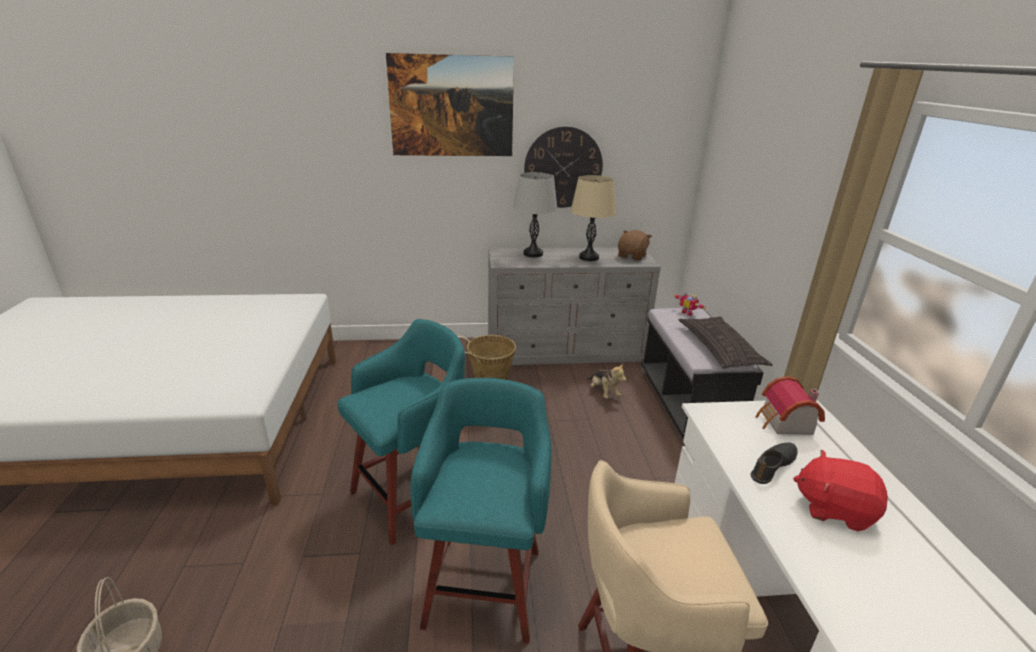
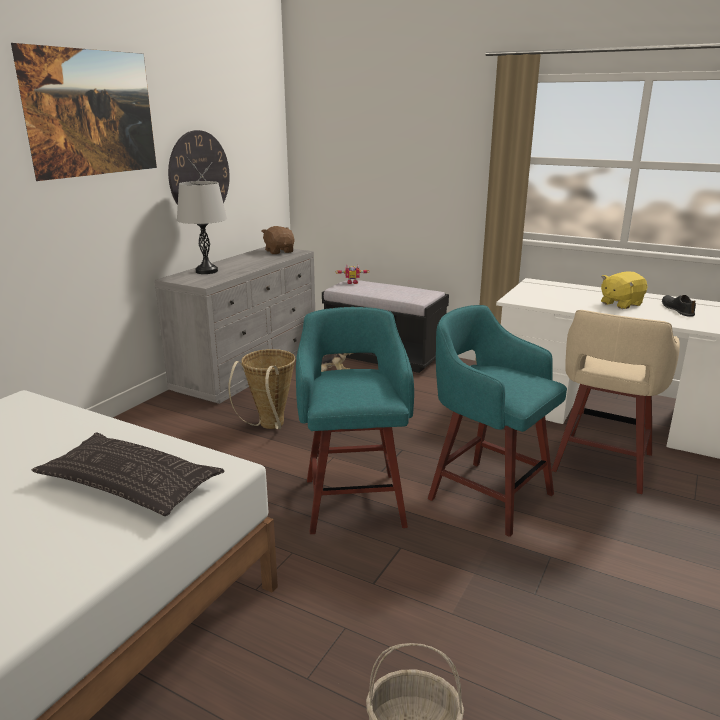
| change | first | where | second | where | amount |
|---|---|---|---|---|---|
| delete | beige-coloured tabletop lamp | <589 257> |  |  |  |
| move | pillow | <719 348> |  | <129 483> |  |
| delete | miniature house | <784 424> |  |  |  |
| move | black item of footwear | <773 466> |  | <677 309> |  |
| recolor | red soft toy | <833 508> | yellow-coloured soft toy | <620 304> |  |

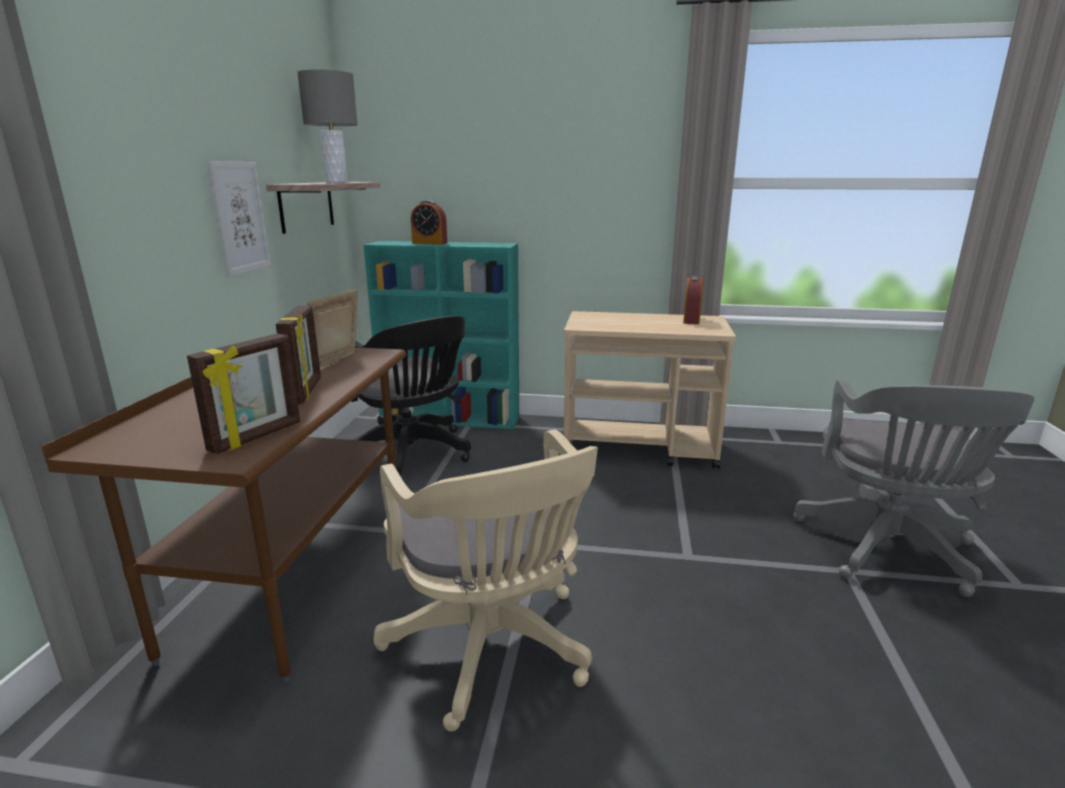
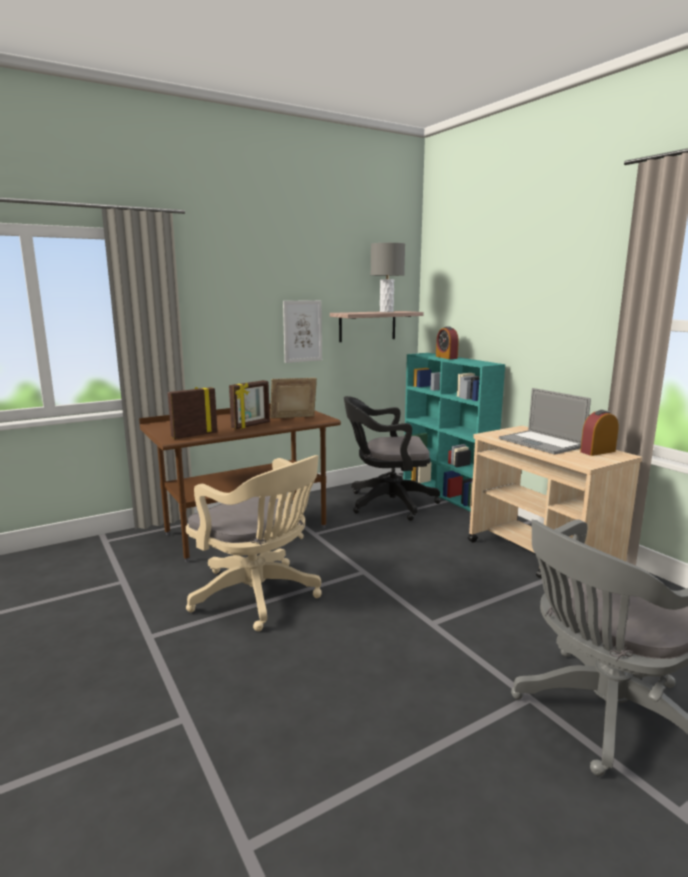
| change | first | where | second | where | amount |
|---|---|---|---|---|---|
| rotate | black computer chair | <413 454> |  | <387 503> | 75 degrees clockwise |
| rotate | picture frame | <257 437> |  | <194 435> | 150 degrees clockwise |
| rotate | beige-coloured computer chair | <492 650> |  | <259 596> | 75 degrees counterclockwise |
| insert |  |  | laptop | <540 443> |  |

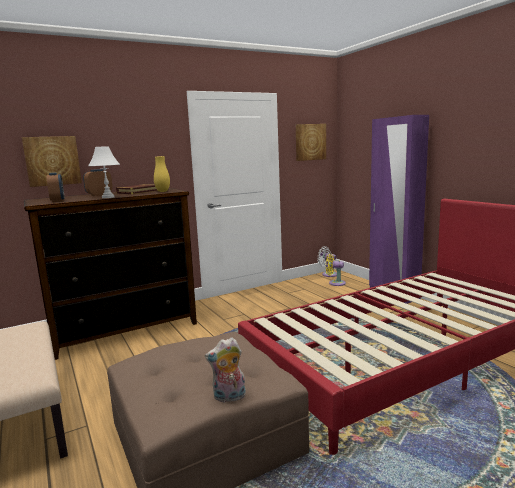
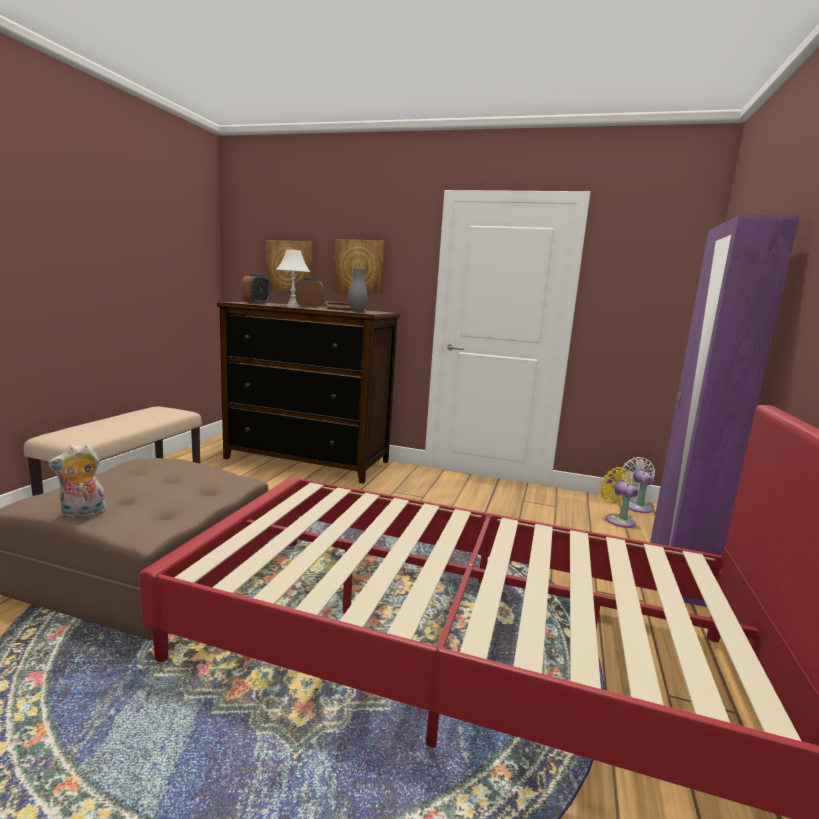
| change | first | where | second | where | amount |
|---|---|---|---|---|---|
| move | picture | <310 142> |  | <359 266> |  |
| recolor | yellow-coloured flower vase | <163 191> | greyish flower vase | <357 311> |  |
| rotate | soft toy | <229 398> |  | <82 514> | 60 degrees counterclockwise |

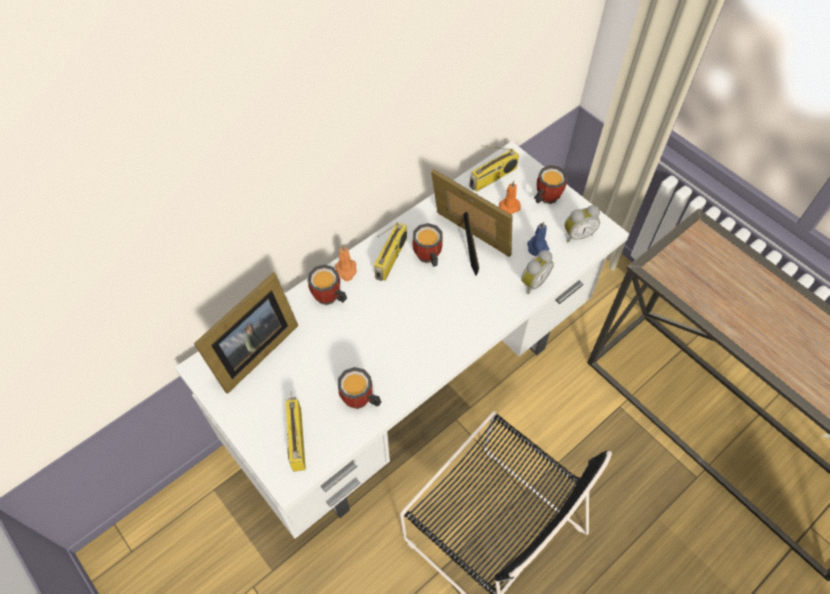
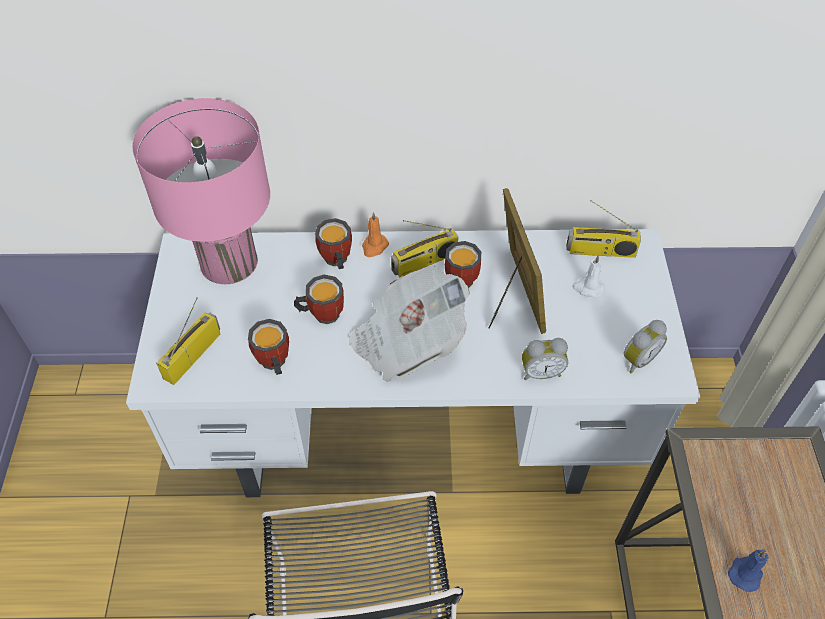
| change | first | where | second | where | amount |
|---|---|---|---|---|---|
| move | coffee mug | <544 198> |  | <322 313> |  |
| recolor | orange candle | <508 207> | white-coloured candle | <588 288> |  |
| rotate | table clock | <577 234> |  | <637 359> | 60 degrees counterclockwise |
| move | blue-coloured candle | <537 246> |  | <745 573> |  |
| replace | picture frame | <251 353> | pink tabletop lamp | <229 262> |  |
| insert |  |  | printed paper | <408 341> |  |

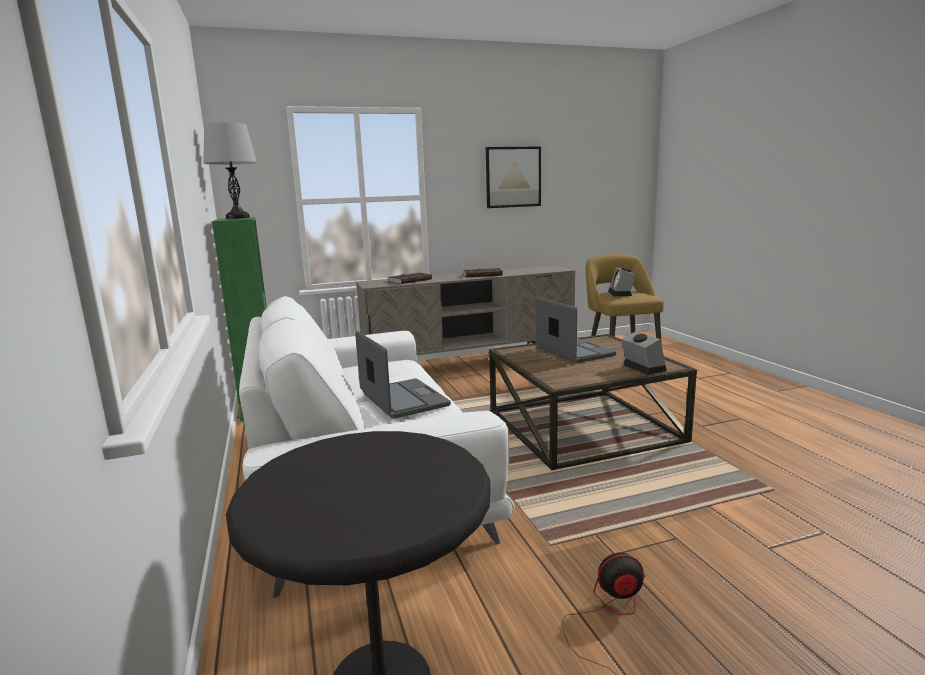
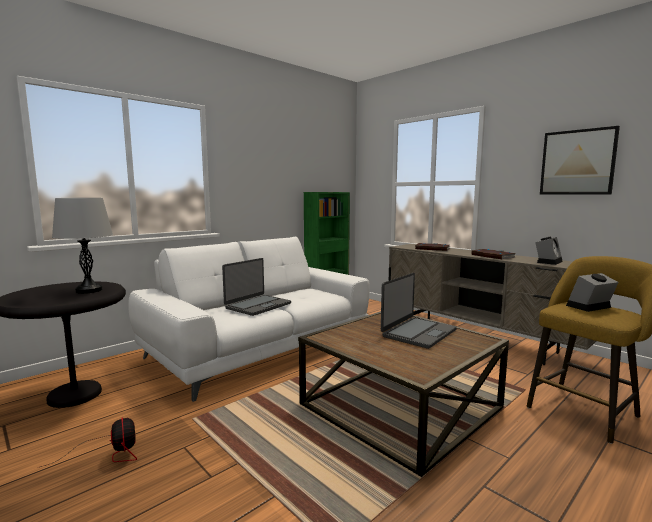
| change | first | where | second | where | amount |
|---|---|---|---|---|---|
| move | greyish tabletop lamp | <238 218> |  | <89 290> |  |
| move | table clock | <641 368> |  | <548 261> |  |

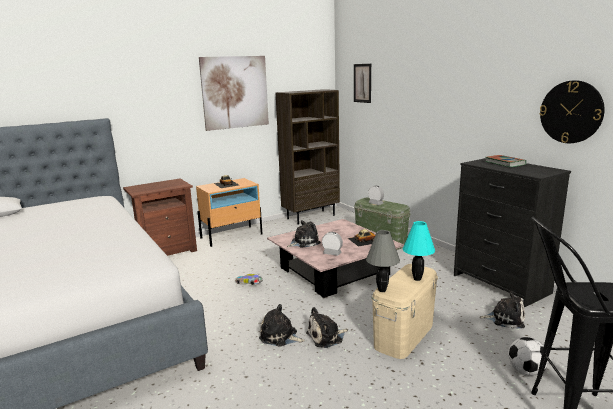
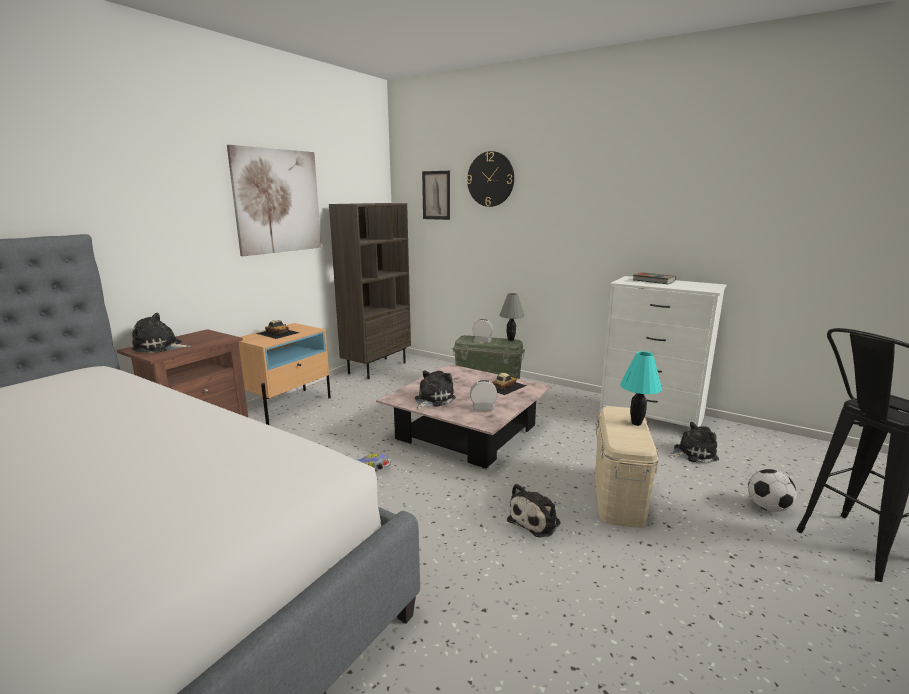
| change | first | where | second | where | amount |
|---|---|---|---|---|---|
| move | wall clock | <571 112> |  | <490 179> |  |
| recolor | black dresser | <500 284> | white-coloured dresser | <650 416> |  |
| move | greyish tabletop lamp | <382 290> |  | <511 340> |  |
| move | soft toy | <280 336> |  | <160 347> |  |

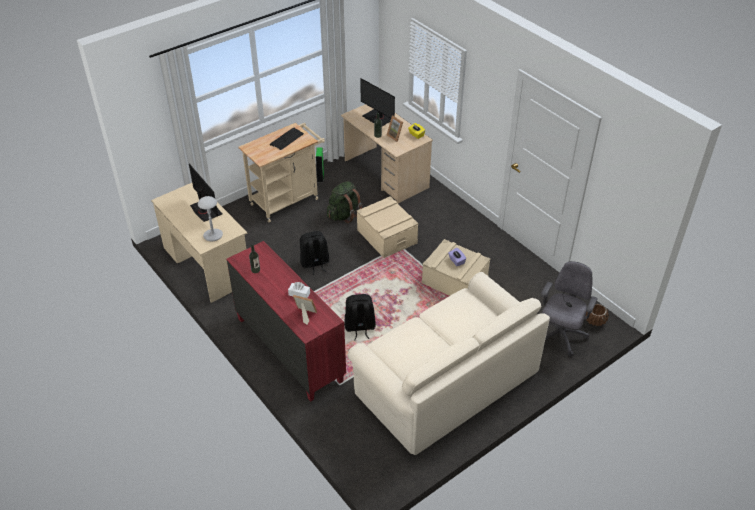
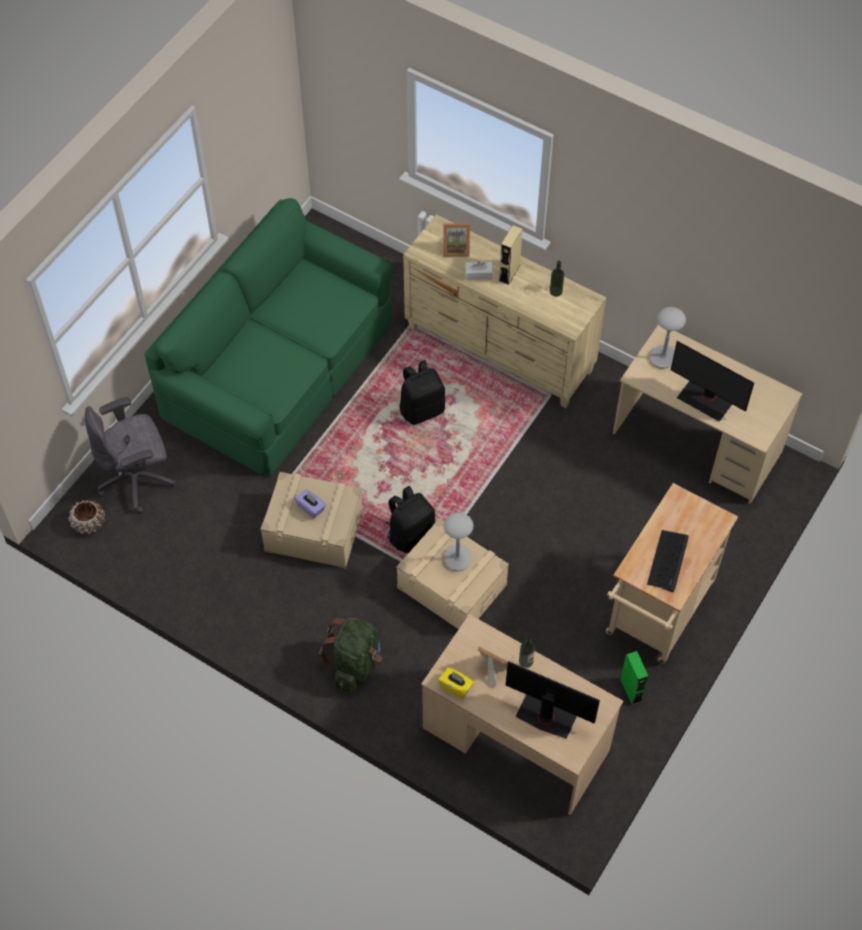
| change | first | where | second | where | amount |
|---|---|---|---|---|---|
| move | green knapsack | <344 214> |  | <355 664> |  |
| move | black knapsack | <314 264> |  | <410 534> |  |
| recolor | red dresser | <289 349> | beige-coloured dresser | <500 350> |  |
| rotate | greyish computer chair | <559 336> |  | <138 480> | 60 degrees clockwise |
| recolor | beige-coloured couch | <445 380> | green couch | <279 368> |  |
| insert |  |  | beige-coloured loudspeaker | <509 273> |  |
| insert |  |  | greyish tabletop lamp | <457 558> |  |

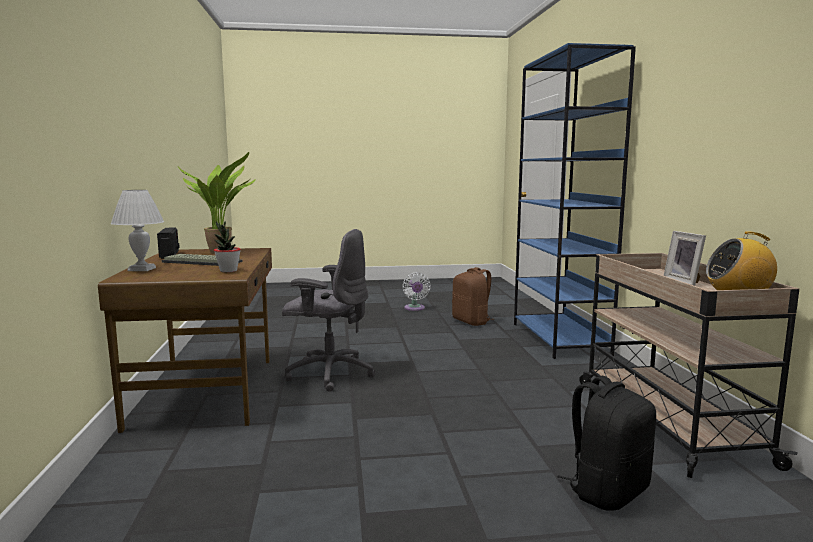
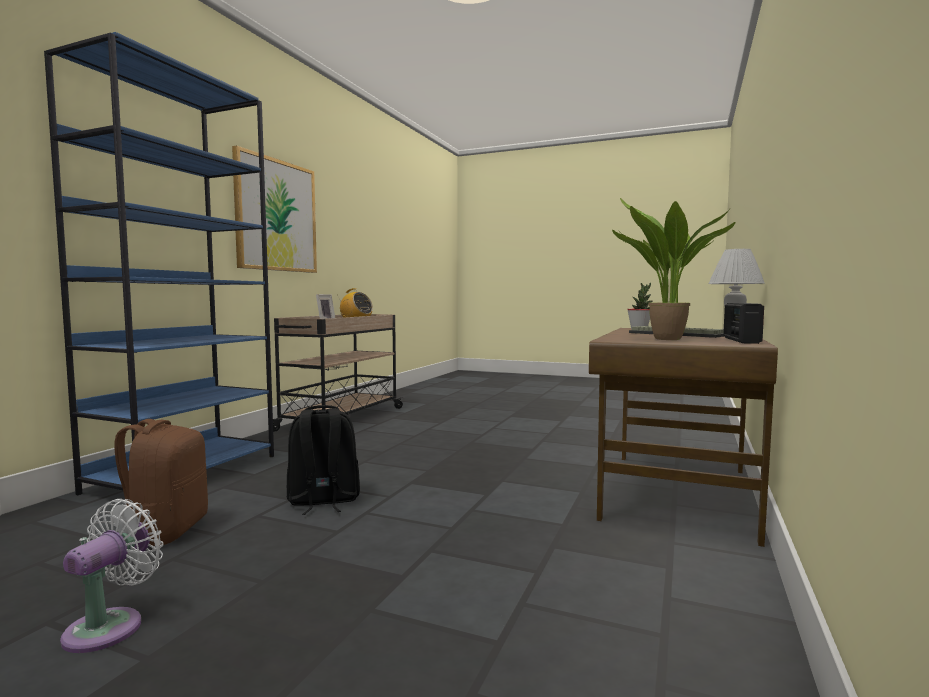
| change | first | where | second | where | amount |
|---|---|---|---|---|---|
| delete | greyish computer chair | <329 373> |  |  |  |
| move | black knapsack | <607 491> |  | <323 501> |  |
| insert |  |  | picture | <276 215> |  |

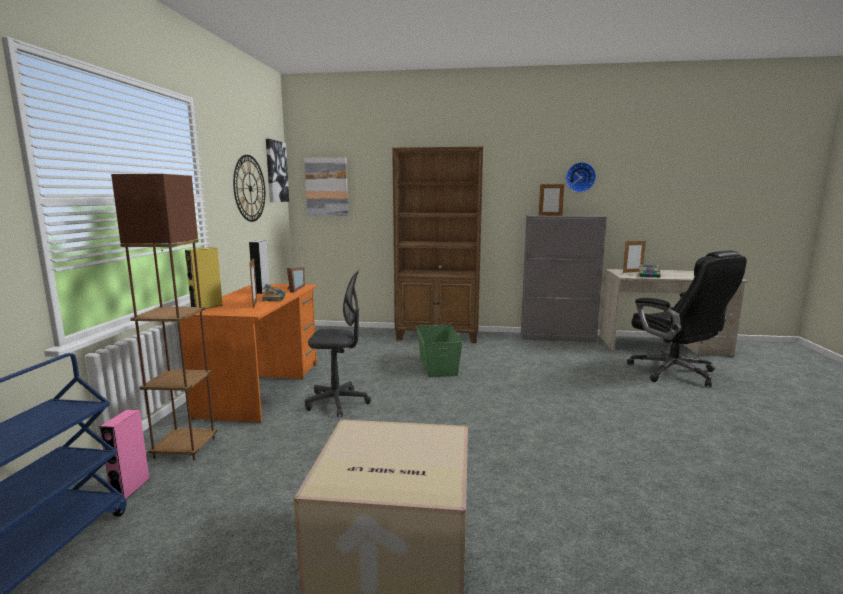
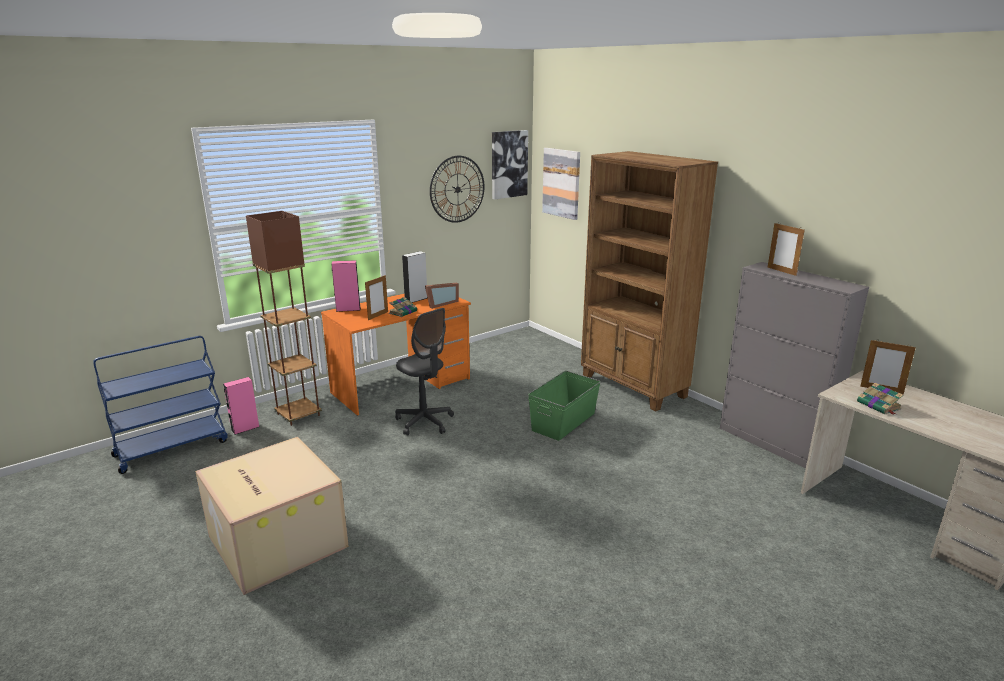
| change | first | where | second | where | amount |
|---|---|---|---|---|---|
| delete | wall clock | <580 177> |  |  |  |
| recolor | yellow-coloured loudspeaker | <207 307> | pink loudspeaker | <348 309> |  |
| delete | black computer chair | <674 373> |  |  |  |

